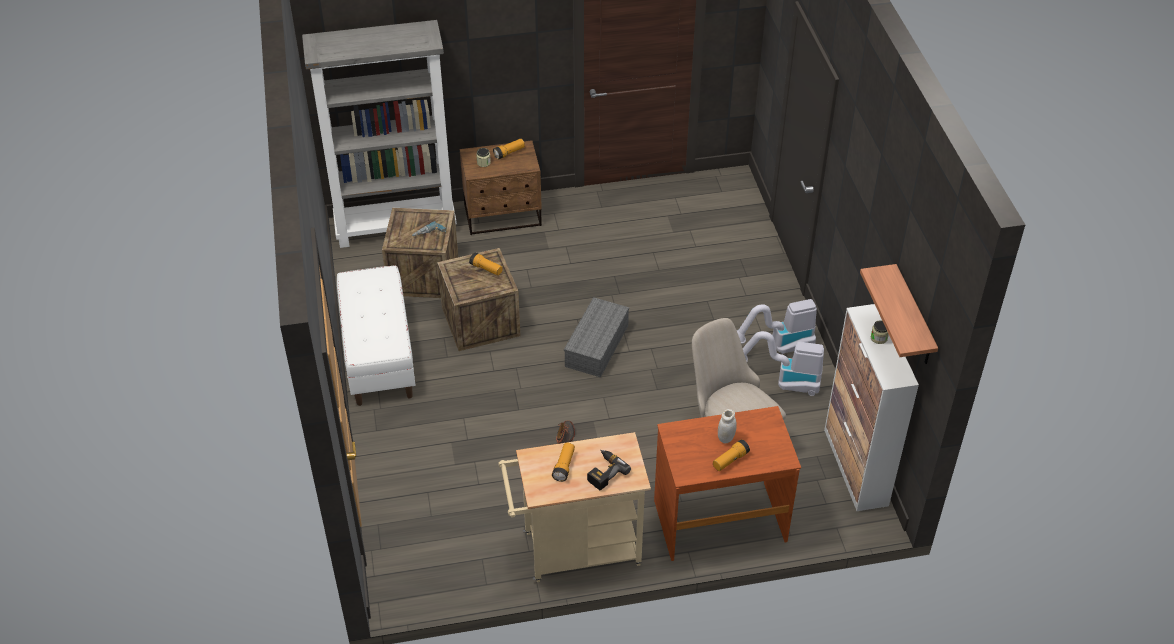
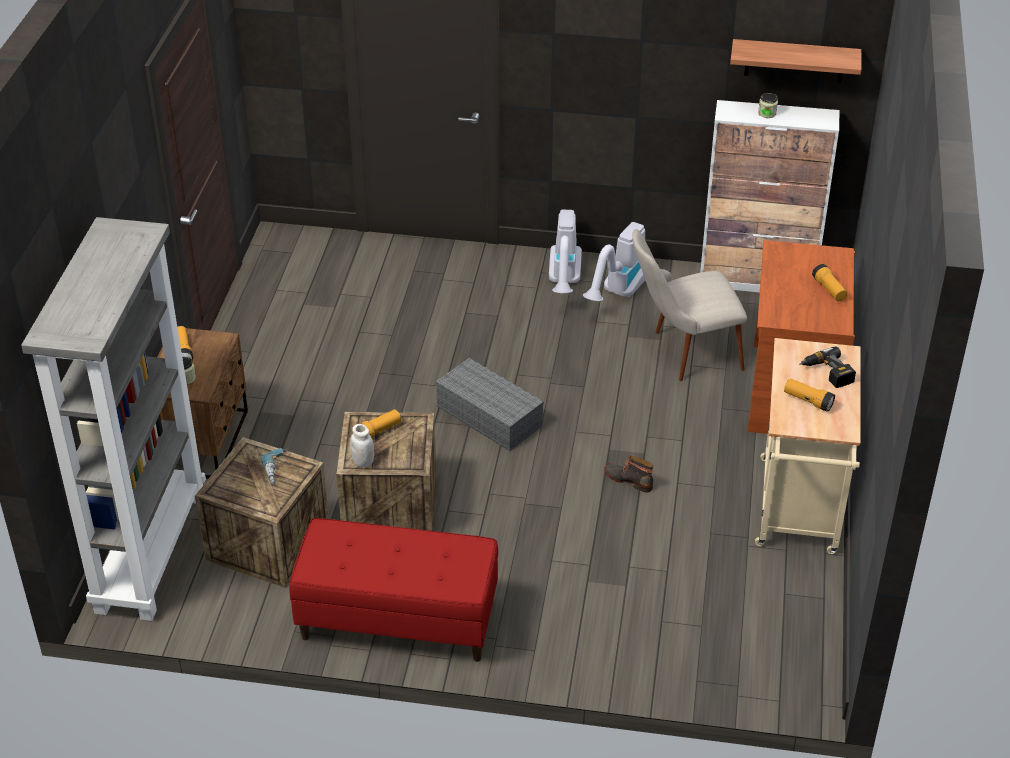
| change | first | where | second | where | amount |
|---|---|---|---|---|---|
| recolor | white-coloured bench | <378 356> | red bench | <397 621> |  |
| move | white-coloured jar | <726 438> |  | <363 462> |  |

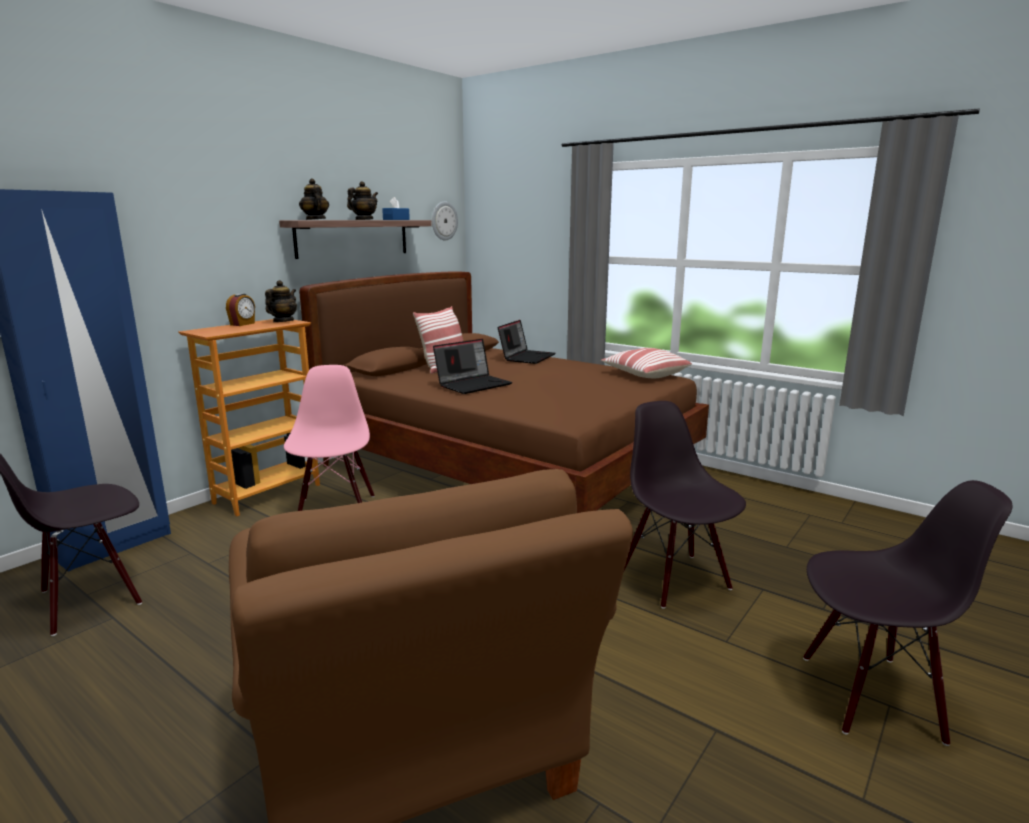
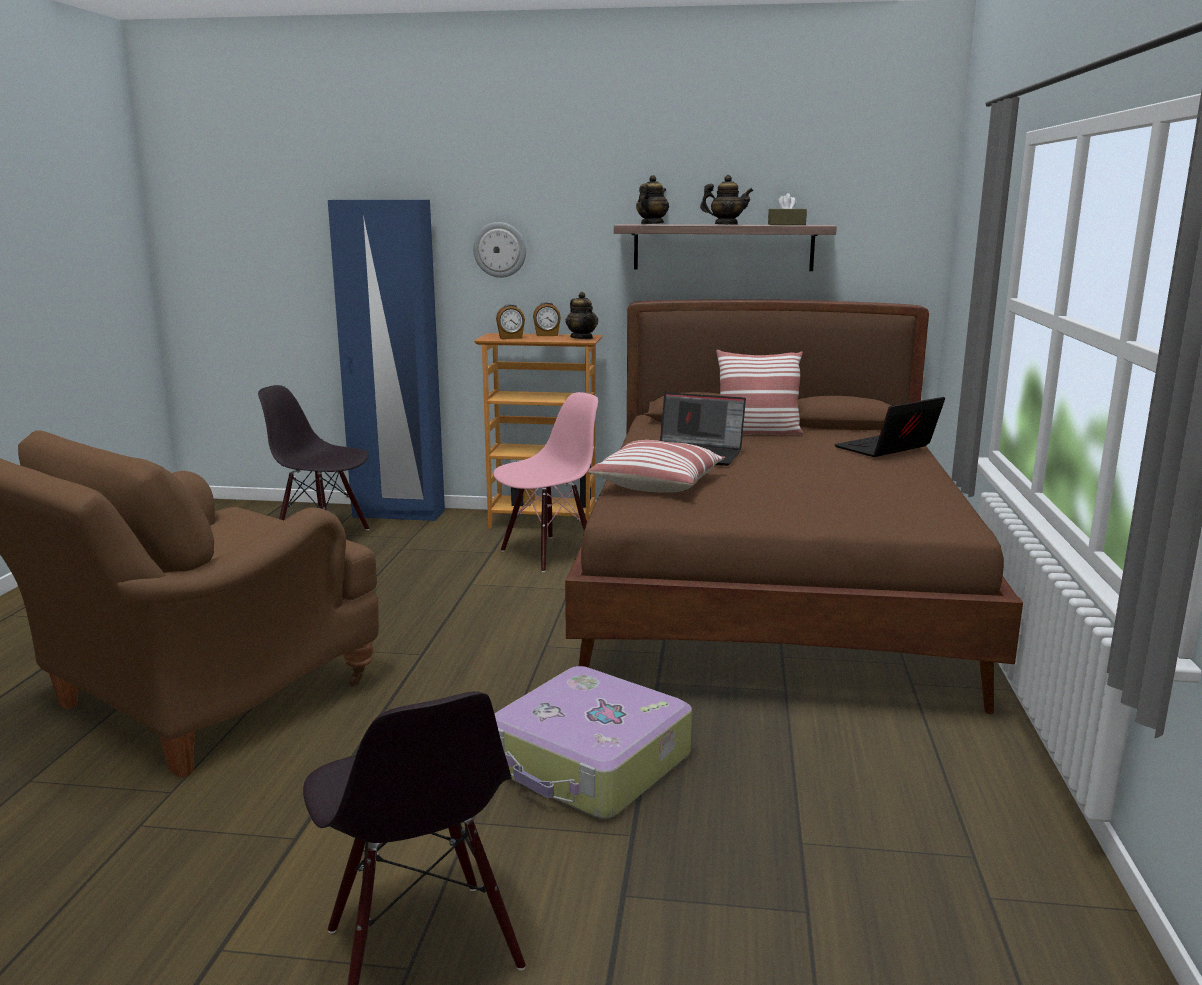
| change | first | where | second | where | amount |
|---|---|---|---|---|---|
| recolor | blue-coloured tissue box | <396 219> | brown-coloured tissue box | <786 224> |  |
| move | wall clock | <444 221> |  | <500 250> |  |
| rotate | tea pot | <283 321> |  | <582 338> | 75 degrees clockwise |
| rotate | laptop | <527 357> |  | <886 449> | 150 degrees clockwise |
| move | pillow | <644 374> |  | <658 484> |  |
| replace | black plain chair | <675 580> | piece of luggage | <590 764> |  |
| insert |  |  | table clock | <510 338> |  |

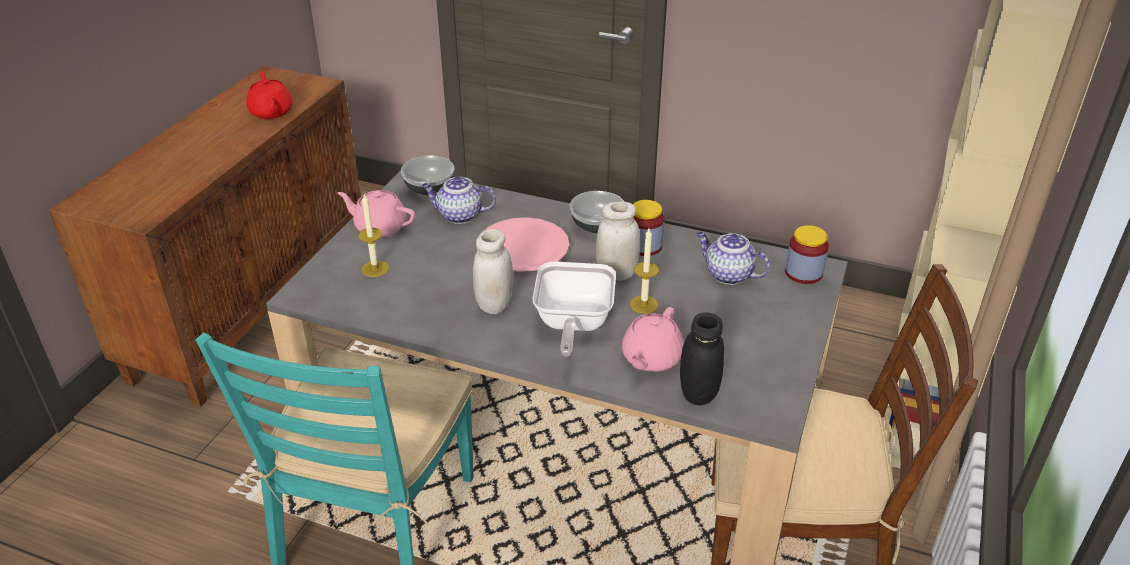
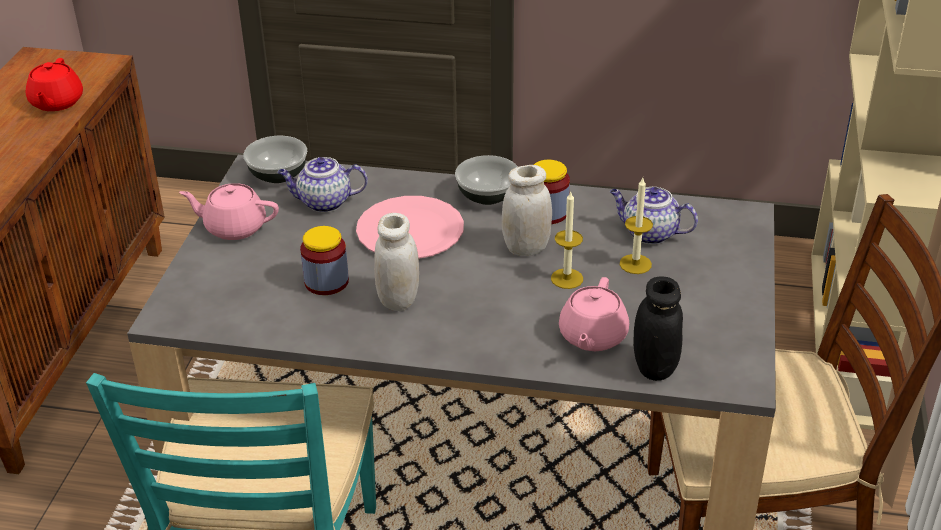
| change | first | where | second | where | amount |
|---|---|---|---|---|---|
| rotate | red tea pot | <271 111> |  | <56 103> | 150 degrees counterclockwise |
| move | candle | <375 269> |  | <635 264> |  |
| move | jar | <803 273> |  | <326 282> |  |
| delete | skillet | <572 324> |  |  |  |

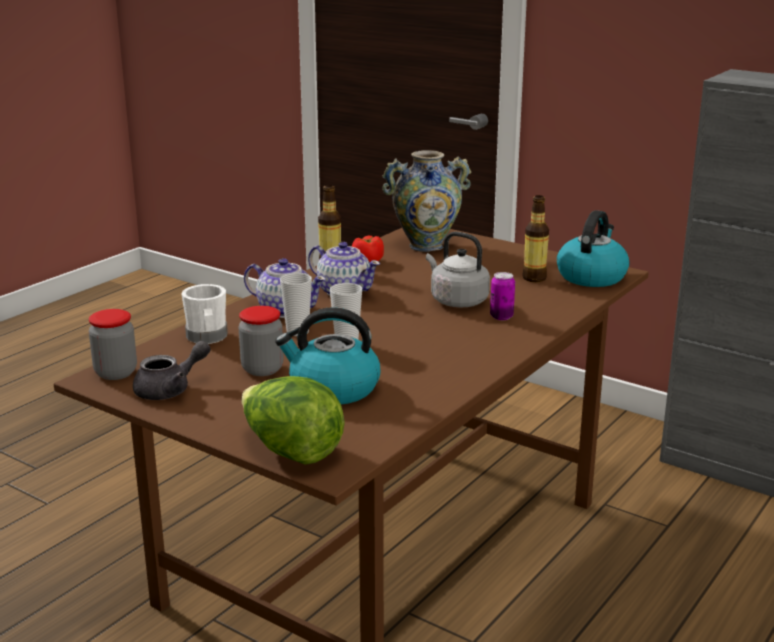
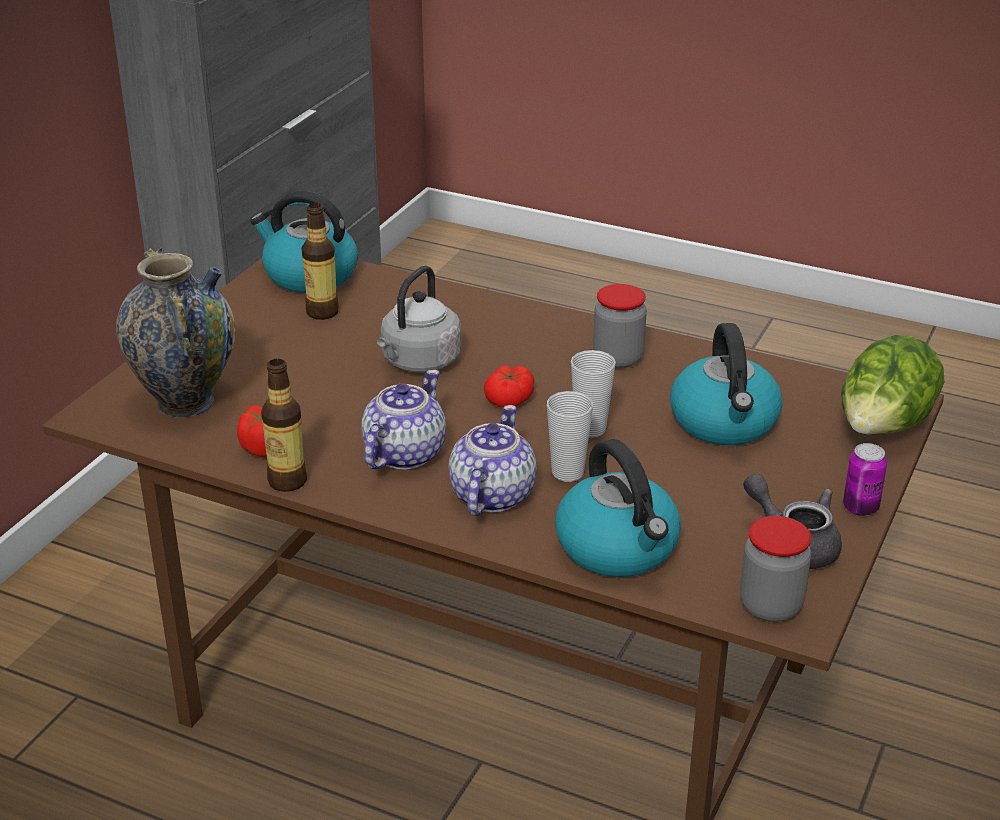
| change | first | where | second | where | amount |
|---|---|---|---|---|---|
| move | sealed can | <501 317> |  | <860 508> |  |
| replace | white-coloured coffee mug | <207 338> | tea kettle | <618 548> |  |
| move | jar | <262 369> |  | <618 358> |  |
| insert |  |  | whole tomato | <509 399> |  |

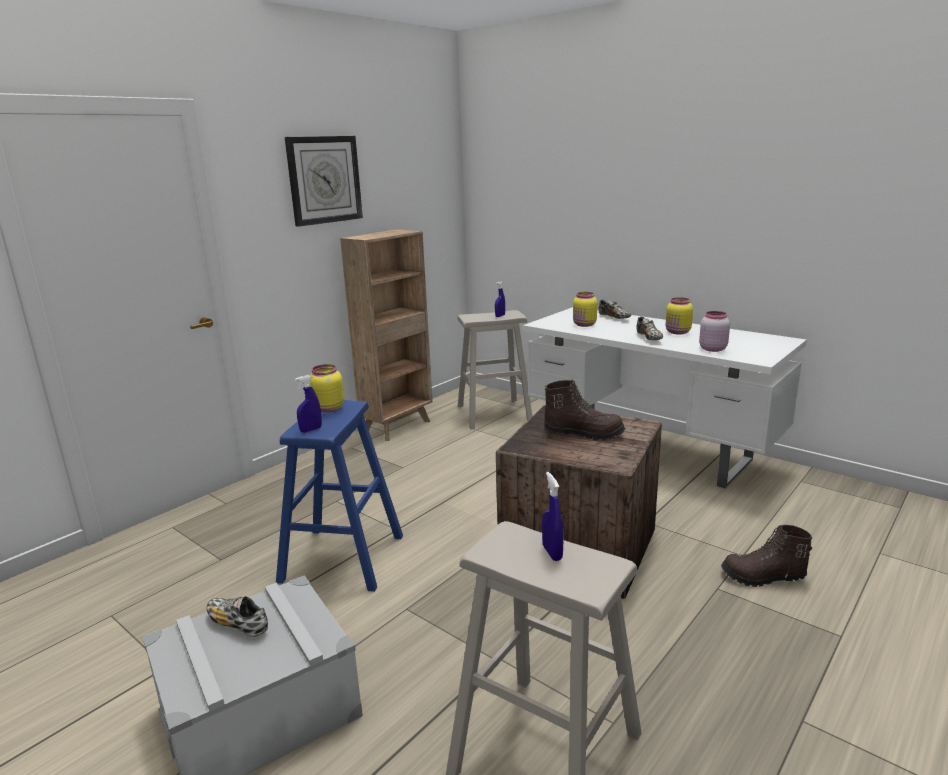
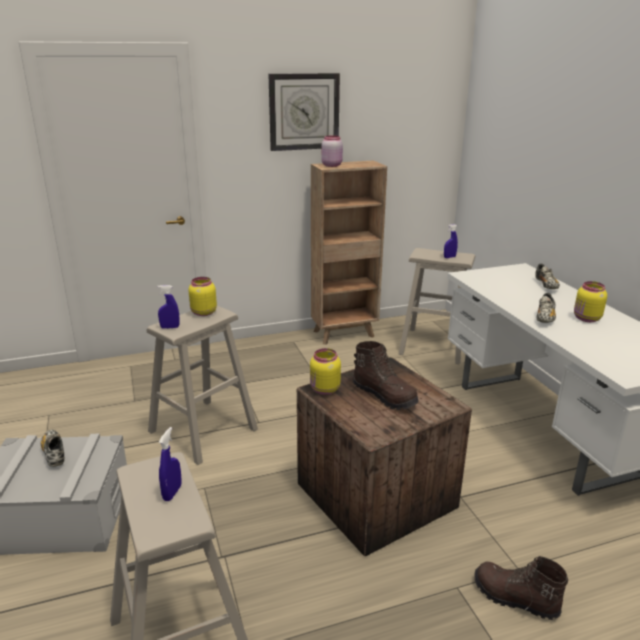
| change | first | where | second | where | amount |
|---|---|---|---|---|---|
| move | yellow-coloured jar | <584 325> |  | <324 390> |  |
| move | pink jar | <712 349> |  | <331 165> |  |
| recolor | blue-coloured stool | <342 558> | beige-coloured stool | <203 430> |  |

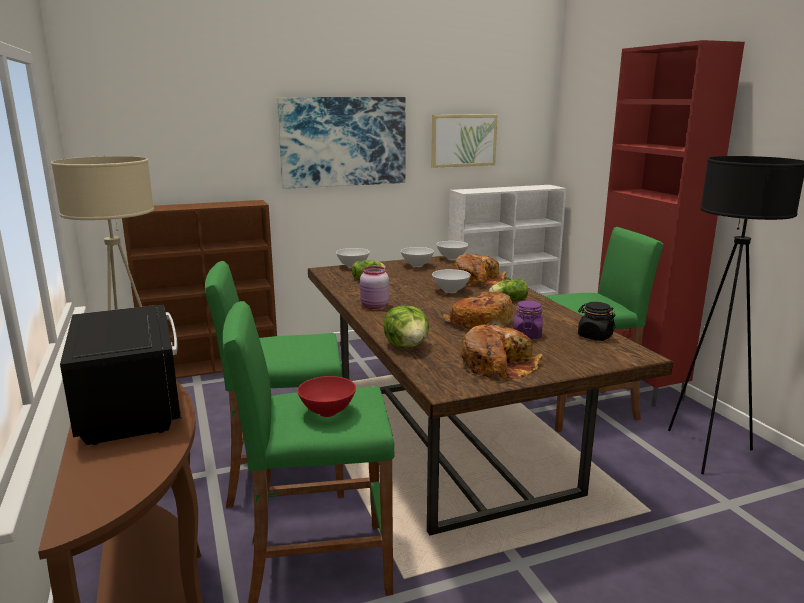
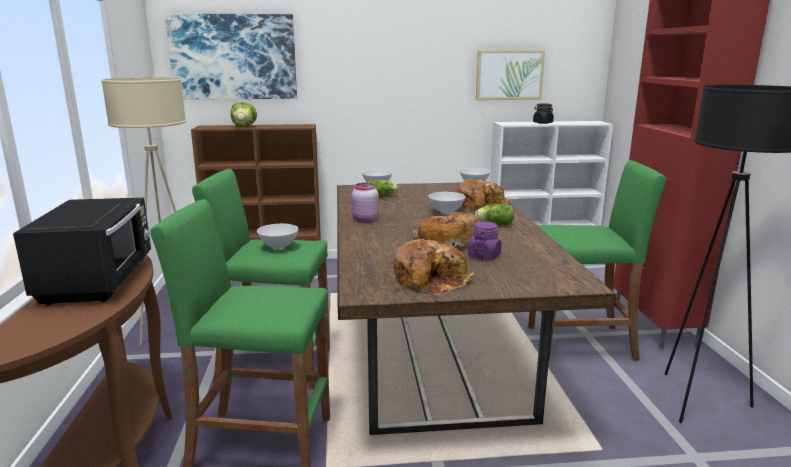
| change | first | where | second | where | amount |
|---|---|---|---|---|---|
| move | picture | <343 141> |  | <233 57> |  |
| move | white-coloured serving bowl | <417 265> |  | <279 247> |  |
| move | black jar | <594 336> |  | <542 123> |  |
| move | lettuce head | <407 346> |  | <244 126> |  |
| delete | red serving bowl | <327 412> |  |  |  |

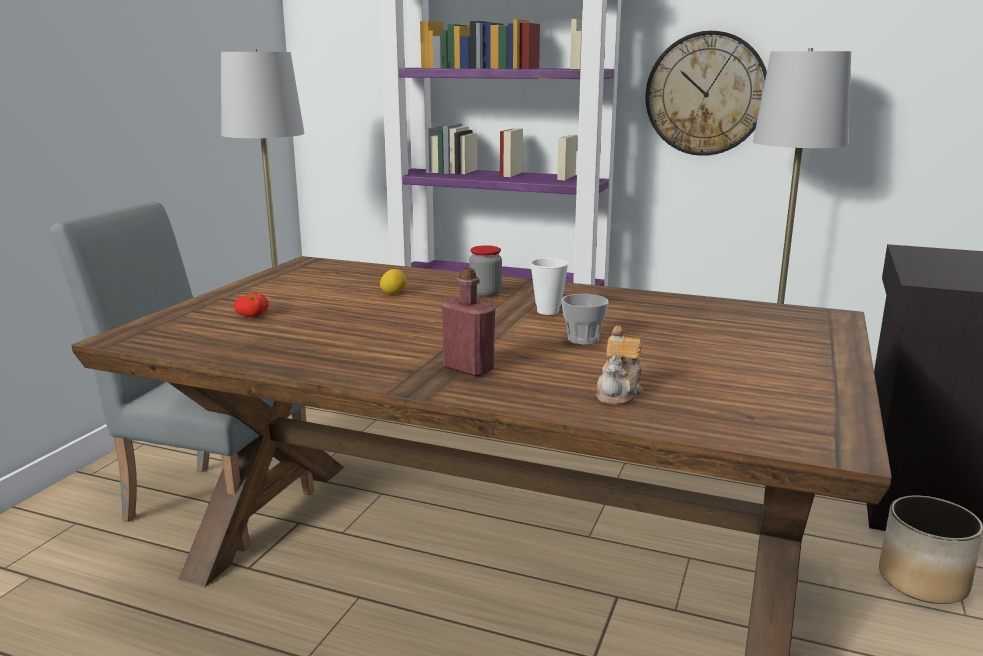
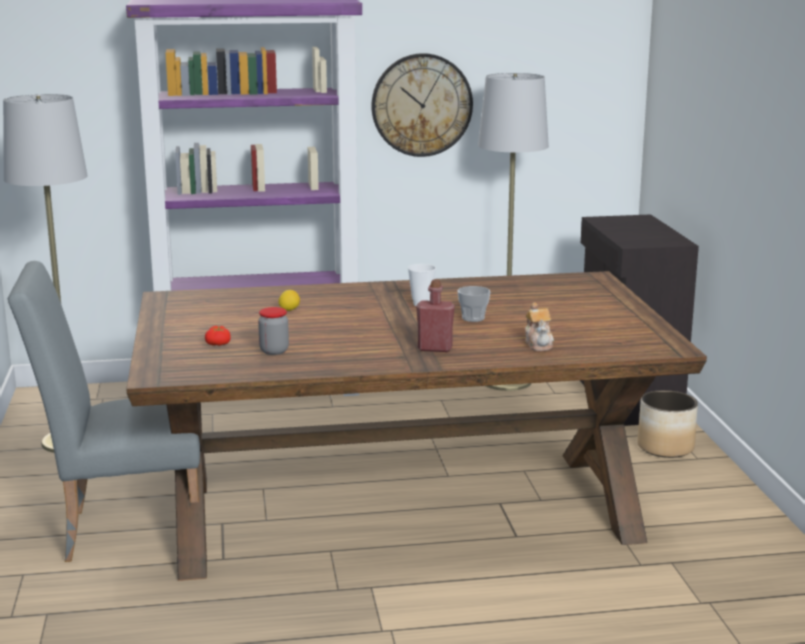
| change | first | where | second | where | amount |
|---|---|---|---|---|---|
| move | jar | <485 293> |  | <274 351> |  |

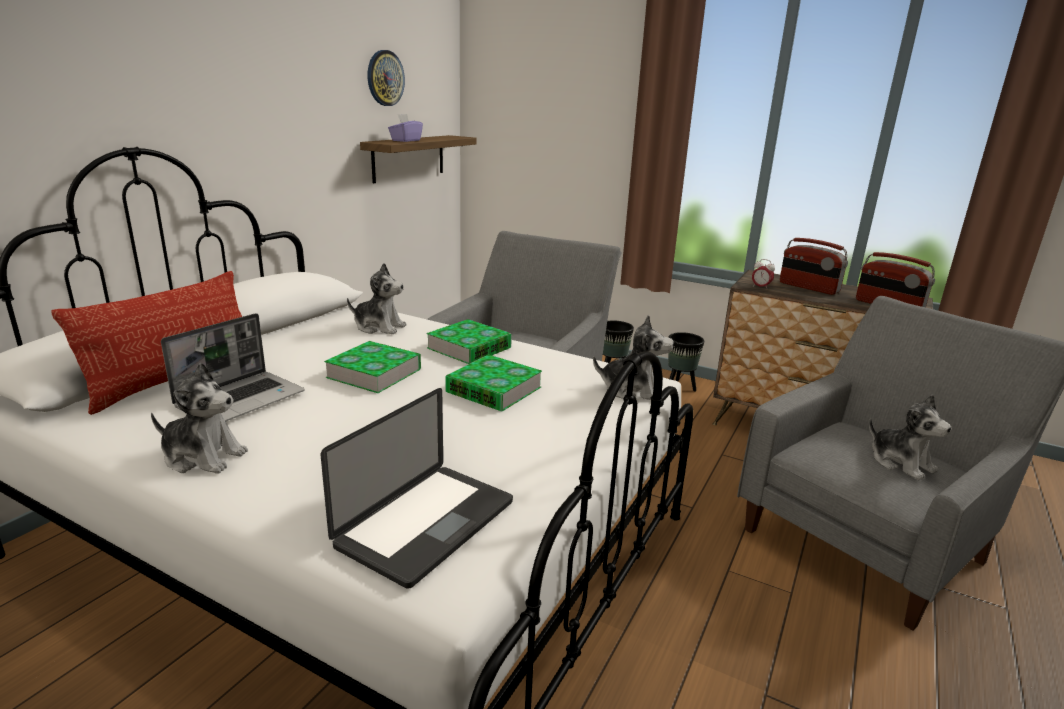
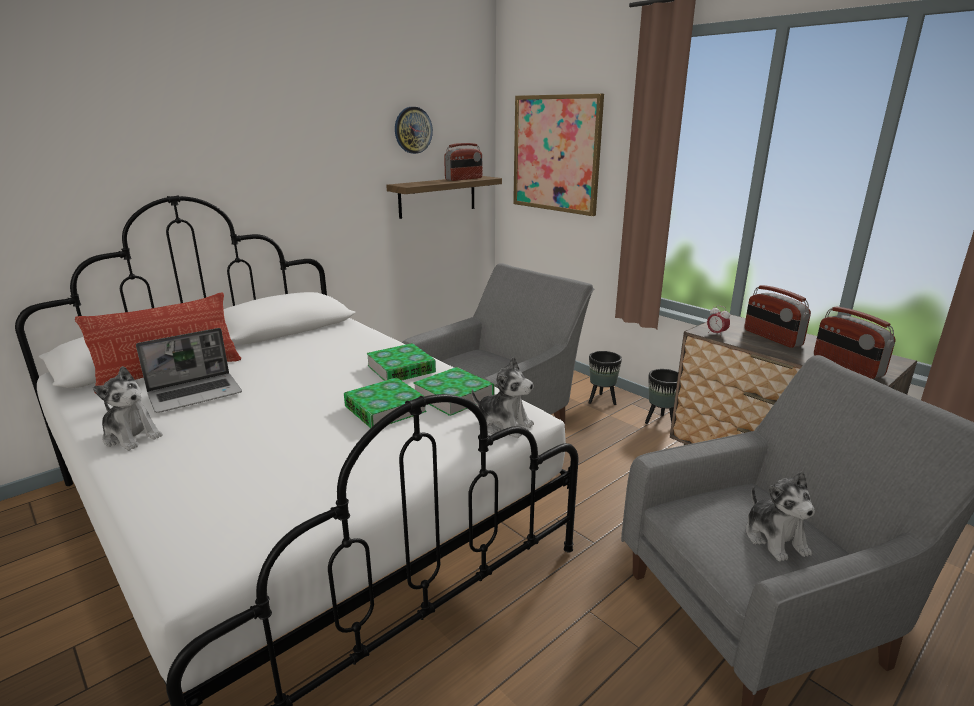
| change | first | where | second | where | amount |
|---|---|---|---|---|---|
| delete | purple-coloured tissue box | <405 140> |  |  |  |
| delete | soft toy | <379 327> |  |  |  |
| move | book | <374 373> |  | <454 396> |  |
| delete | laptop | <427 524> |  |  |  |
| insert |  |  | picture | <556 154> |  |
| insert |  |  | radio | <464 179> |  |

